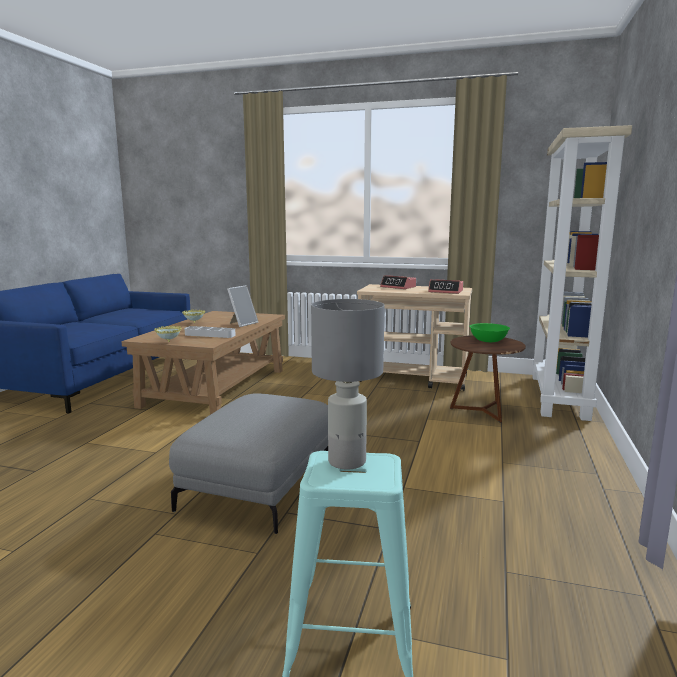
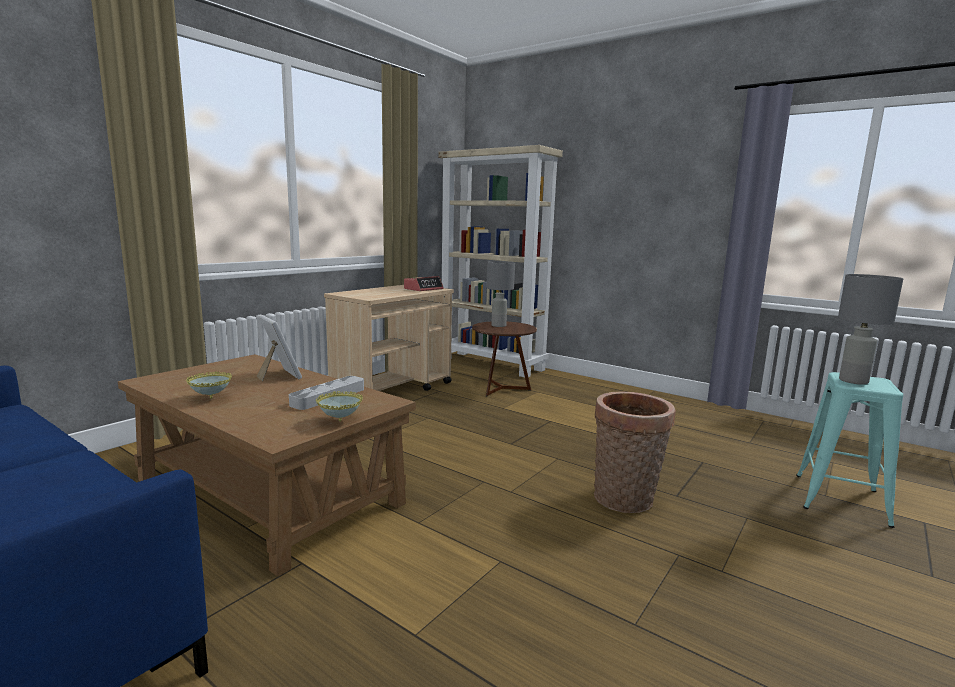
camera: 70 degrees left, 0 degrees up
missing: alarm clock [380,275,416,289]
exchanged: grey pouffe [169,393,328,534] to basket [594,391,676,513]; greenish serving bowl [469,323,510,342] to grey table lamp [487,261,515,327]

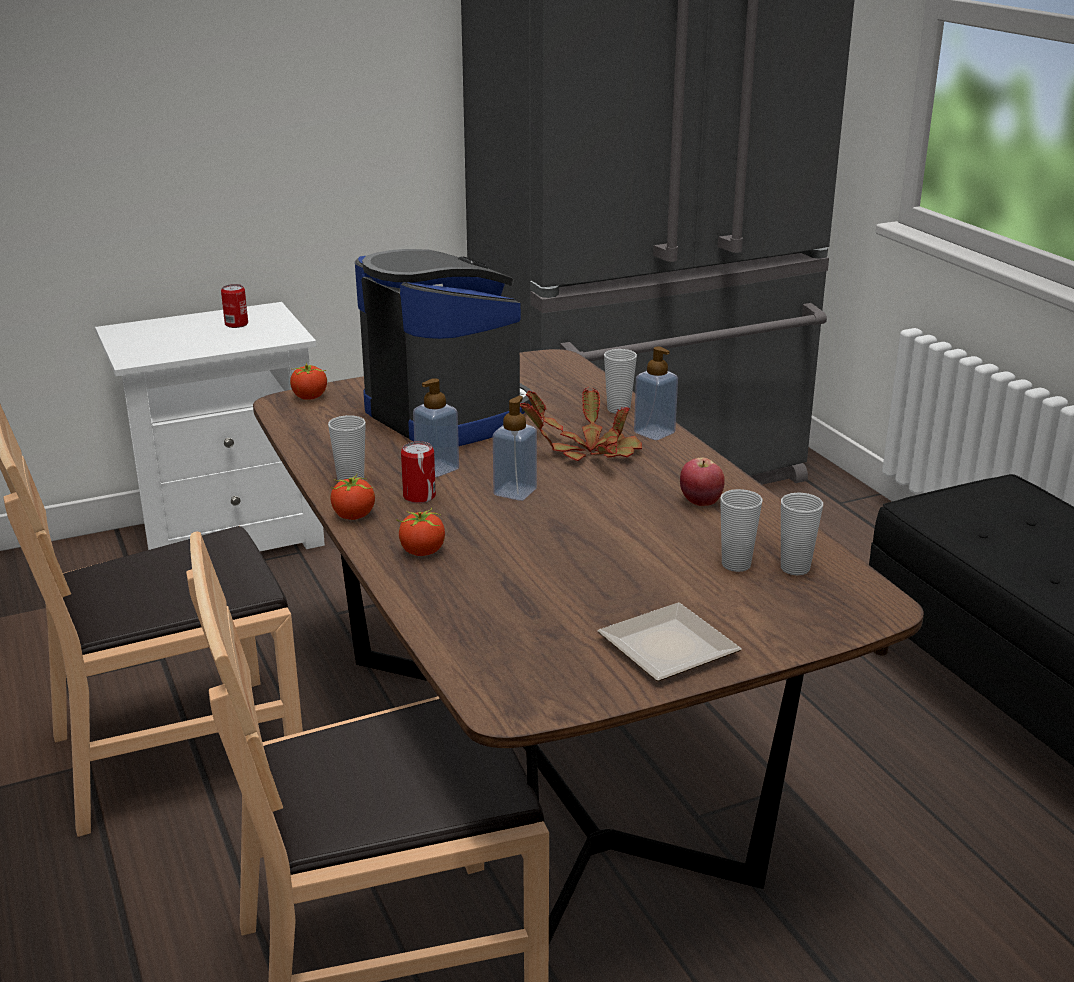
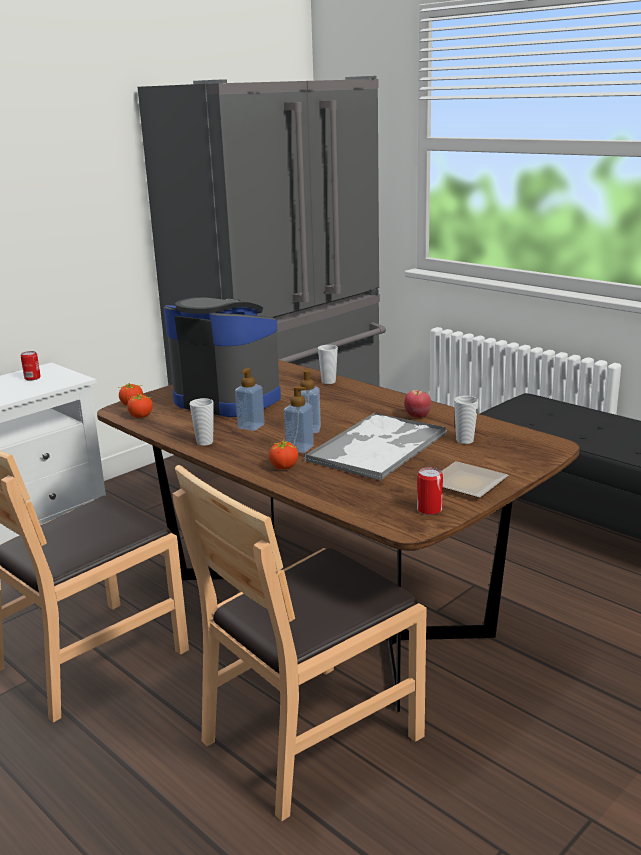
camera: 20 degrees left, 5 degrees down
missing: houseplant [520,387,642,461]; drinking cup [781,492,823,575]
appeared: carrying tray [304,413,446,481]
relocated: tomato [330,474,375,520] to [127,393,153,418]; metal can [401,441,436,503] to [417,467,443,515]; liquid soap bottle [634,347,678,440] to [284,386,314,453]

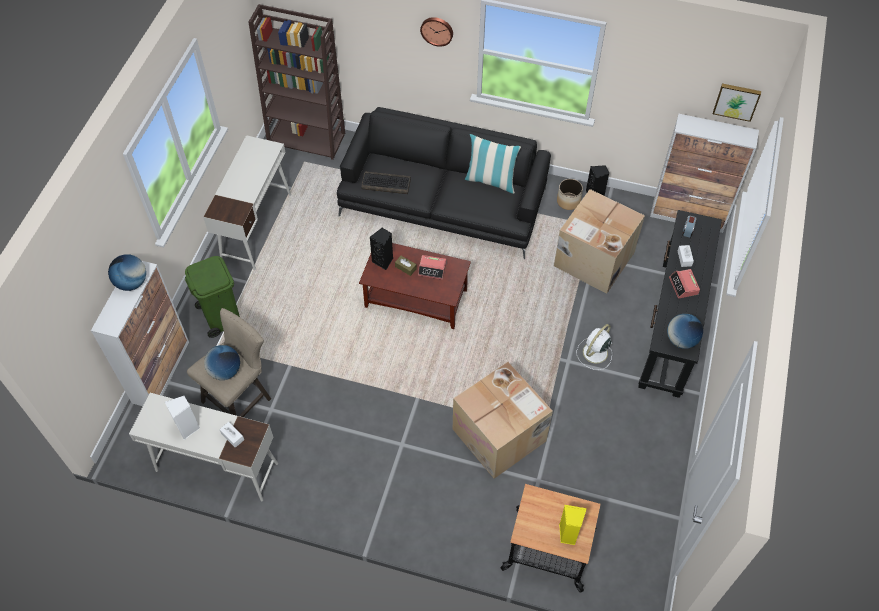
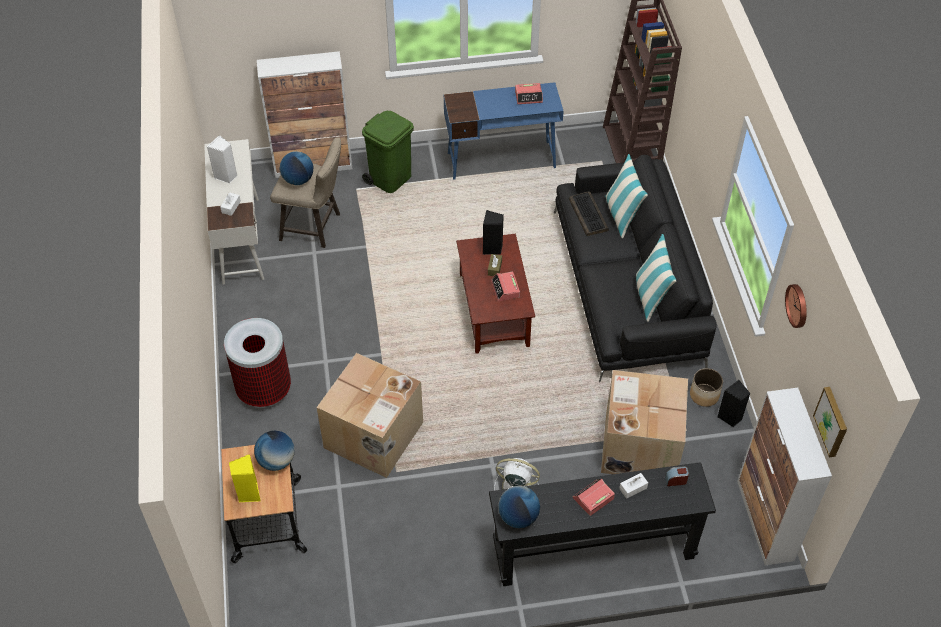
camera: 65 degrees right, 5 degrees down
appeared: rubbish bin [224,318,291,408]; alarm clock [515,83,543,104]; pillow [605,154,648,238]
relocated: desk globe [108,254,146,291] to [254,431,295,471]; hanging clock [420,17,453,47] to [785,284,807,328]
colour: whitish desk table [203,135,291,270] to blue desk table [444,82,564,180]

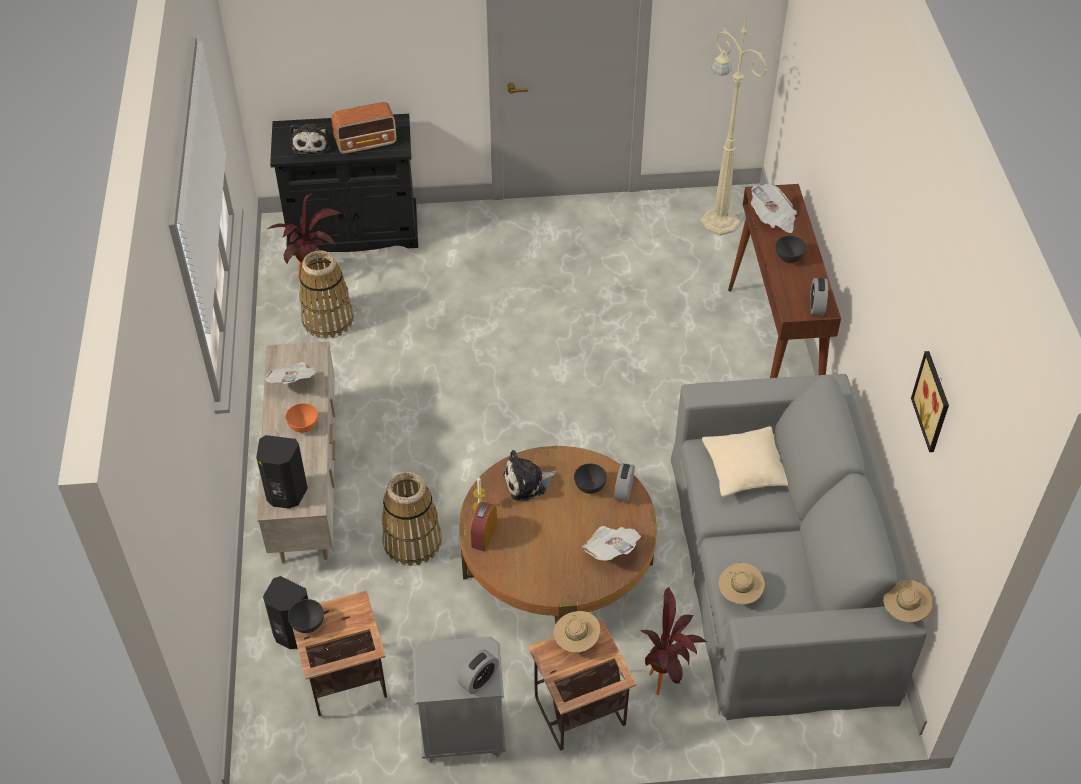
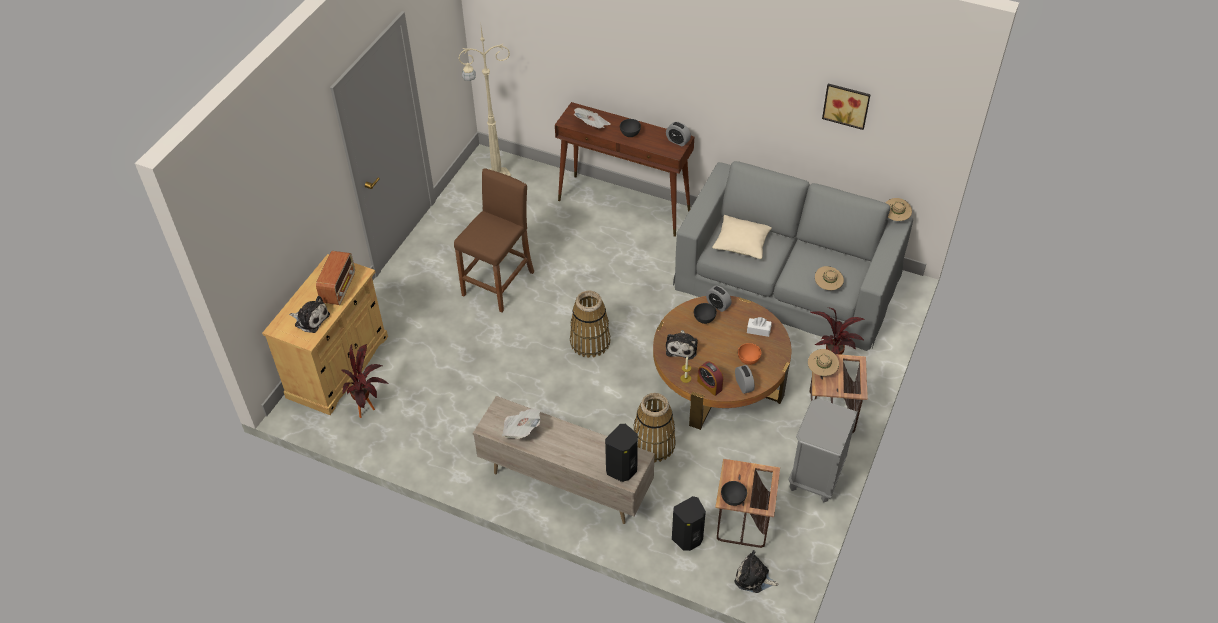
camera: 60 degrees left, 0 degrees up
appeared: brown-coloured stool [454,168,534,313]; soft toy [734,550,779,593]
relocated: orange serving bowl [286,403,318,433] to [738,343,761,365]; basket [300,251,353,339] to [570,291,611,358]; alarm clock [458,649,499,694] to [735,365,755,394]
exchanged: printed paper [582,526,641,561] to whitish tissue box [747,317,772,337]
colour: blackish cabinet [270,114,418,256] to sand-coloured cabinet [262,254,388,415]

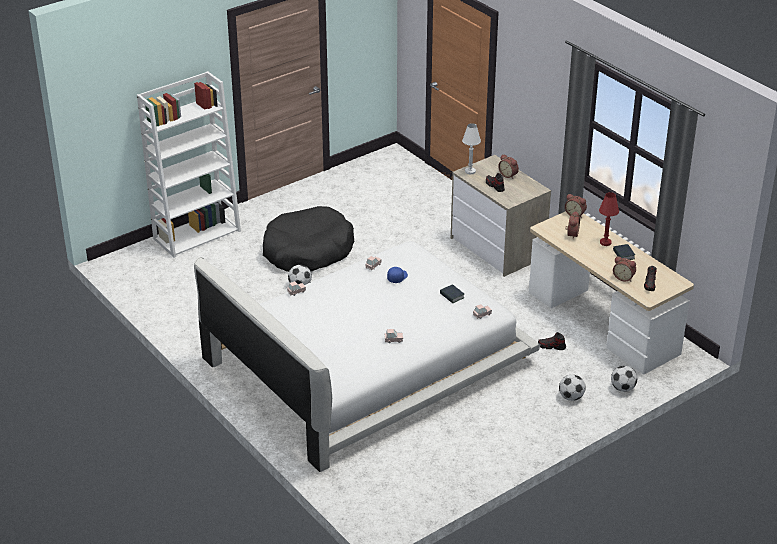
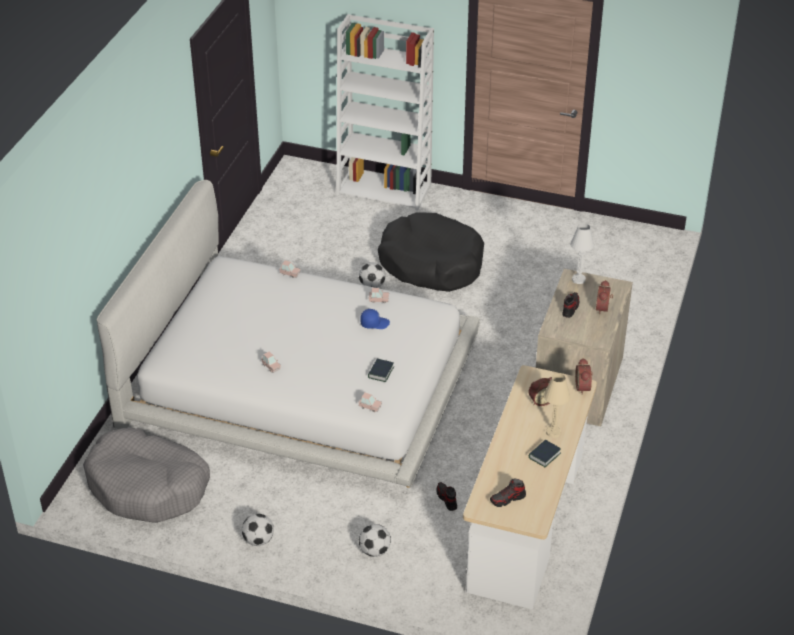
camera: 55 degrees right, 5 degrees up
missing: alarm clock [613,257,636,282]
appeared: grey pet bed [83,428,210,523]
relocated: football ball [611,366,637,392] to [242,514,274,546]
colour: reddish table lamp [599,192,619,246] to sand-coloured table lamp [544,373,570,438]

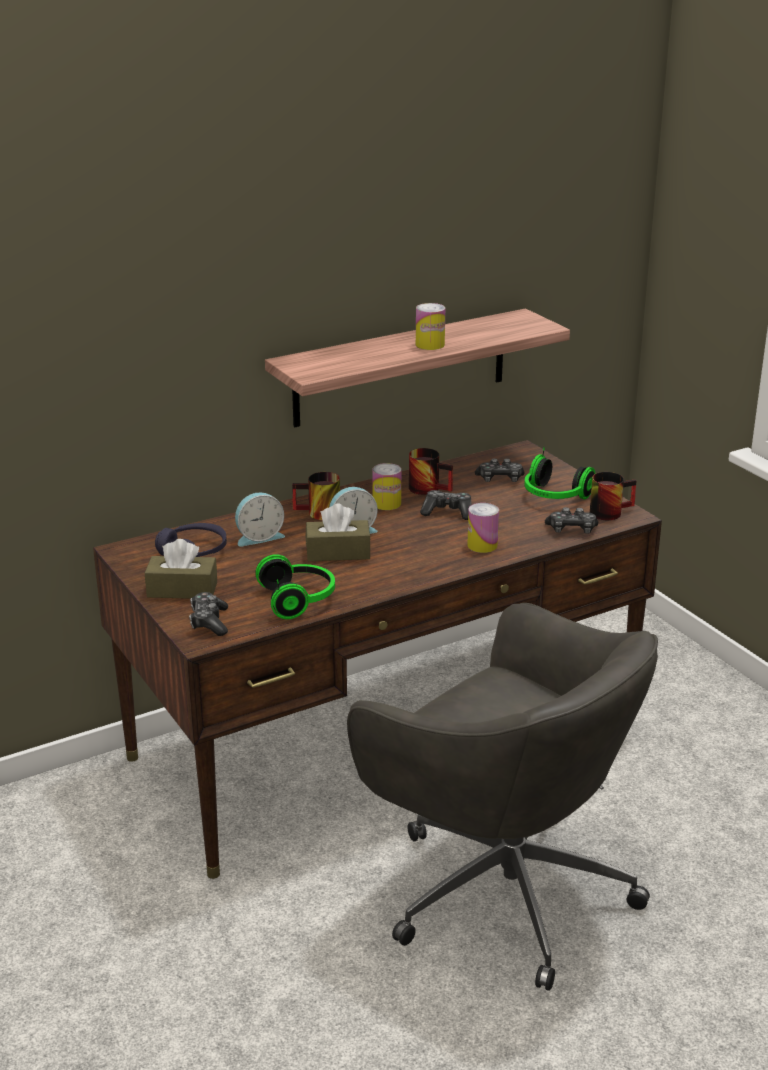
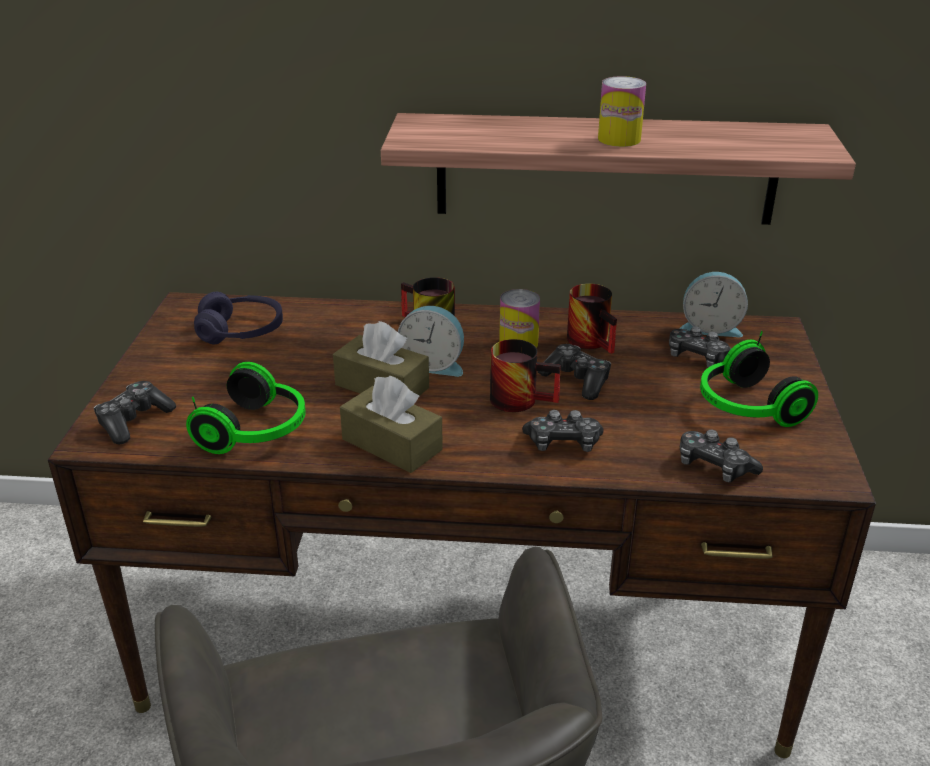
camera: 35 degrees right, 5 degrees up
relocated: brown-coloured tissue box [145,539,217,599] to [340,376,443,473]; alarm clock [235,492,285,547] to [680,272,748,337]; coffee mug [590,472,636,520] to [490,339,561,412]
exchanged: metal can [467,503,499,553] to joypad [522,410,603,452]

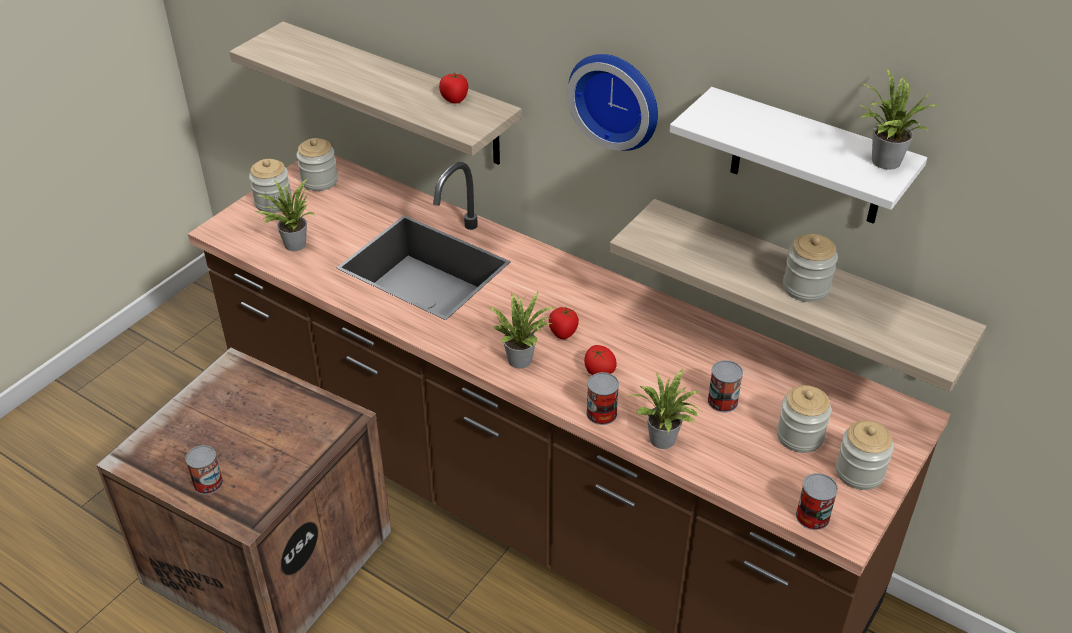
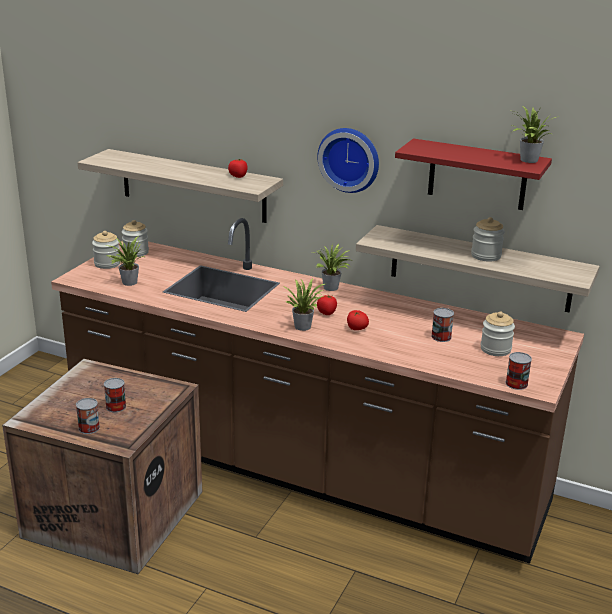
camera: 10 degrees left, 15 degrees down
missing: preserve jar [836,420,894,490]
relocated: metal can [586,372,619,425] to [104,378,126,412]; houseplant [629,369,704,449] to [316,244,354,291]
colour: whitish bracket shelf [670,87,927,224] to reddish bracket shelf [395,139,552,210]

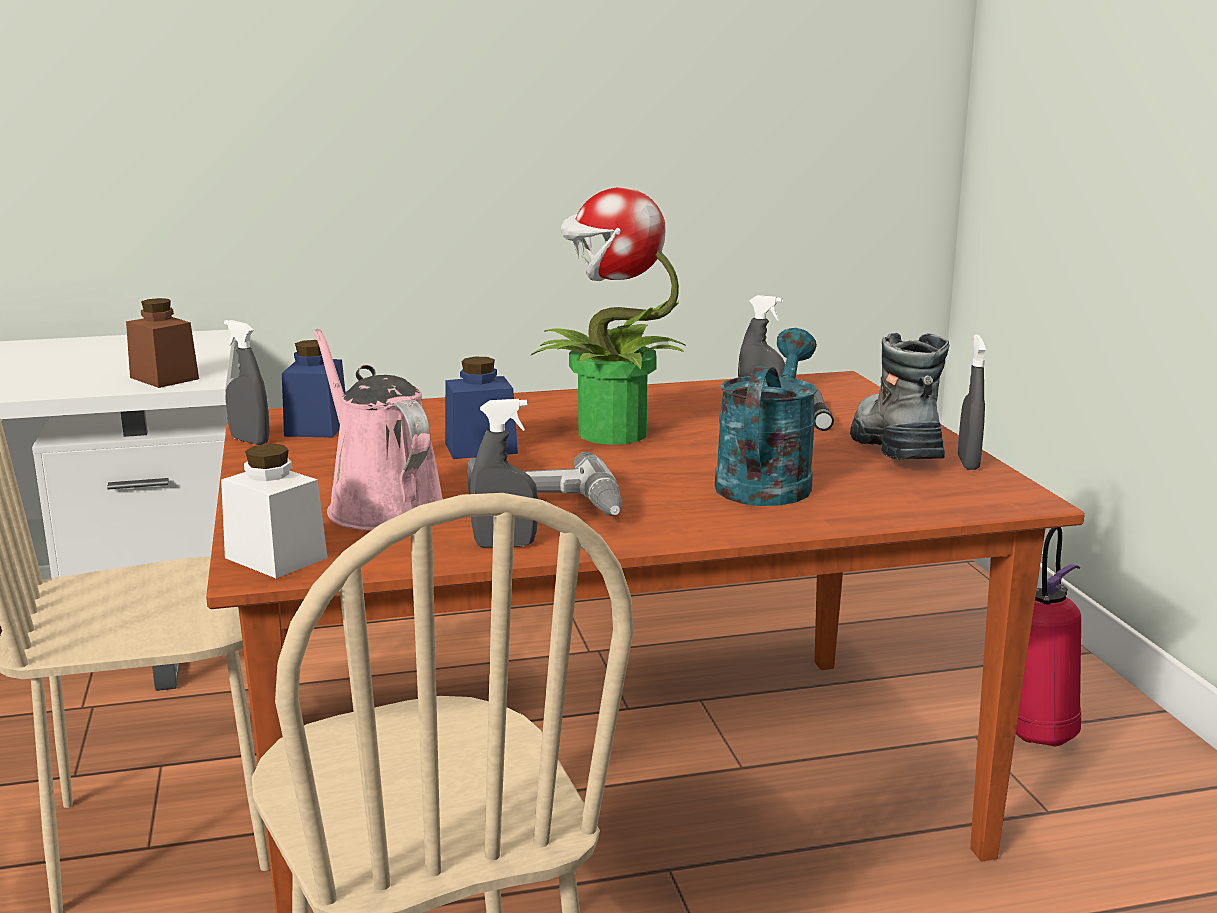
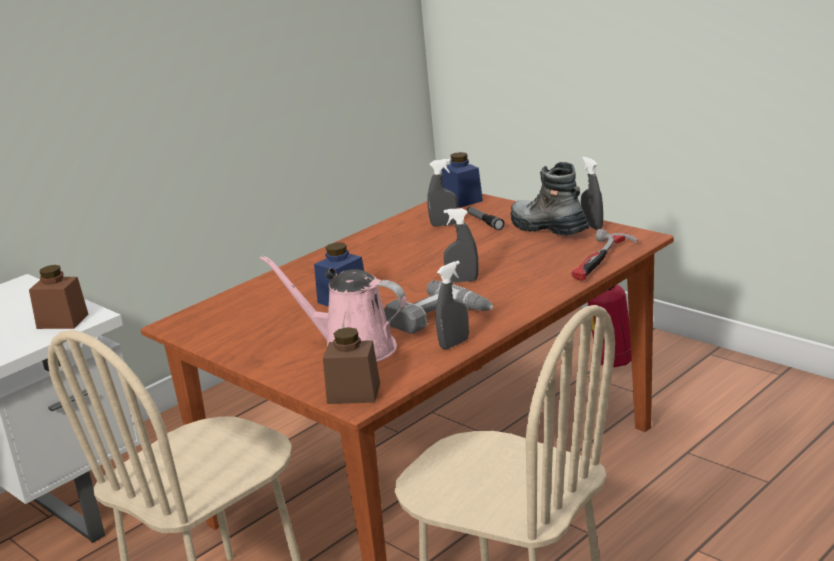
camera: 30 degrees left, 5 degrees up
missing: houseplant [530,187,686,445]; turquoise sprinkling can [715,328,818,506]
appeared: hammer [571,229,638,281]
relocated: grey hand sprayer [224,320,270,445] to [444,208,479,282]; blue preserve jar [282,340,345,437] to [442,152,483,208]
colour: whitish preserve jar [221,444,328,578] to brown-coloured preserve jar [323,327,380,404]

